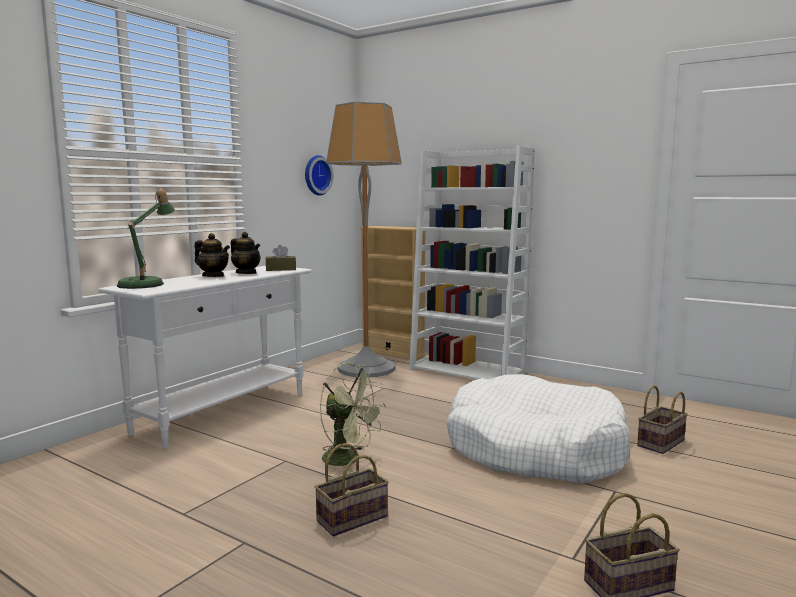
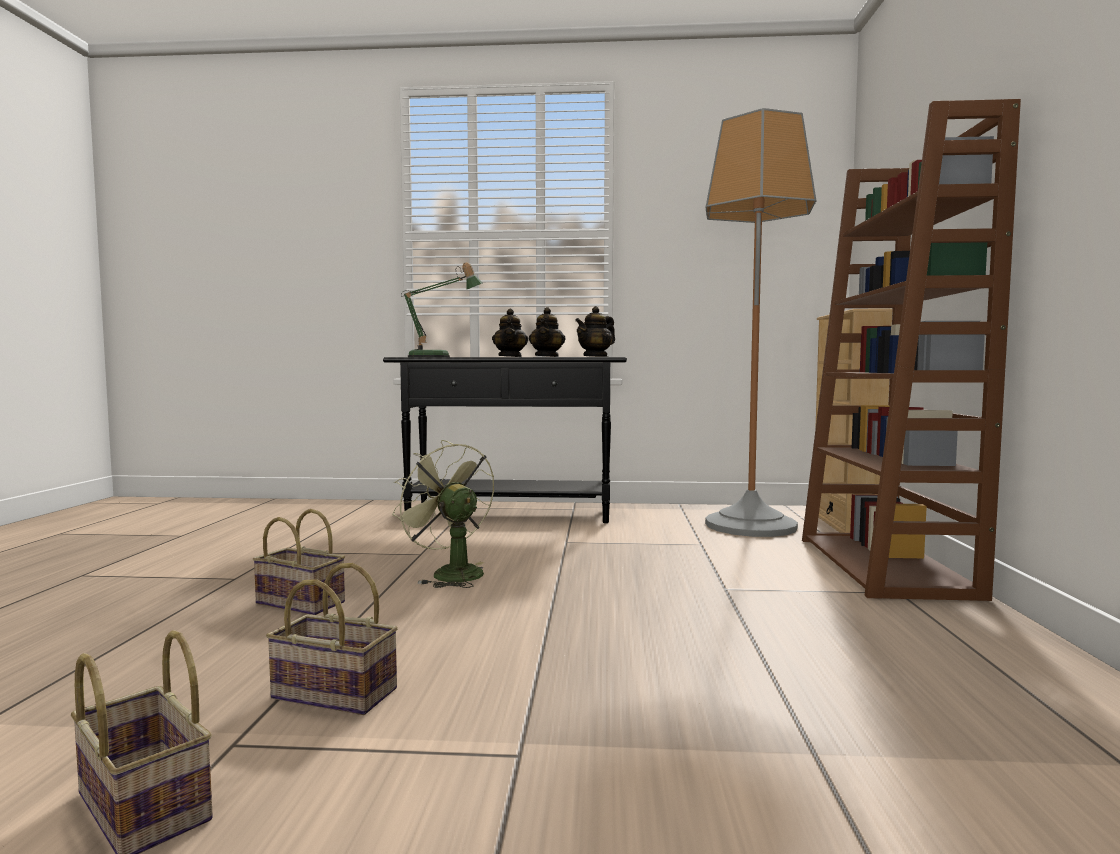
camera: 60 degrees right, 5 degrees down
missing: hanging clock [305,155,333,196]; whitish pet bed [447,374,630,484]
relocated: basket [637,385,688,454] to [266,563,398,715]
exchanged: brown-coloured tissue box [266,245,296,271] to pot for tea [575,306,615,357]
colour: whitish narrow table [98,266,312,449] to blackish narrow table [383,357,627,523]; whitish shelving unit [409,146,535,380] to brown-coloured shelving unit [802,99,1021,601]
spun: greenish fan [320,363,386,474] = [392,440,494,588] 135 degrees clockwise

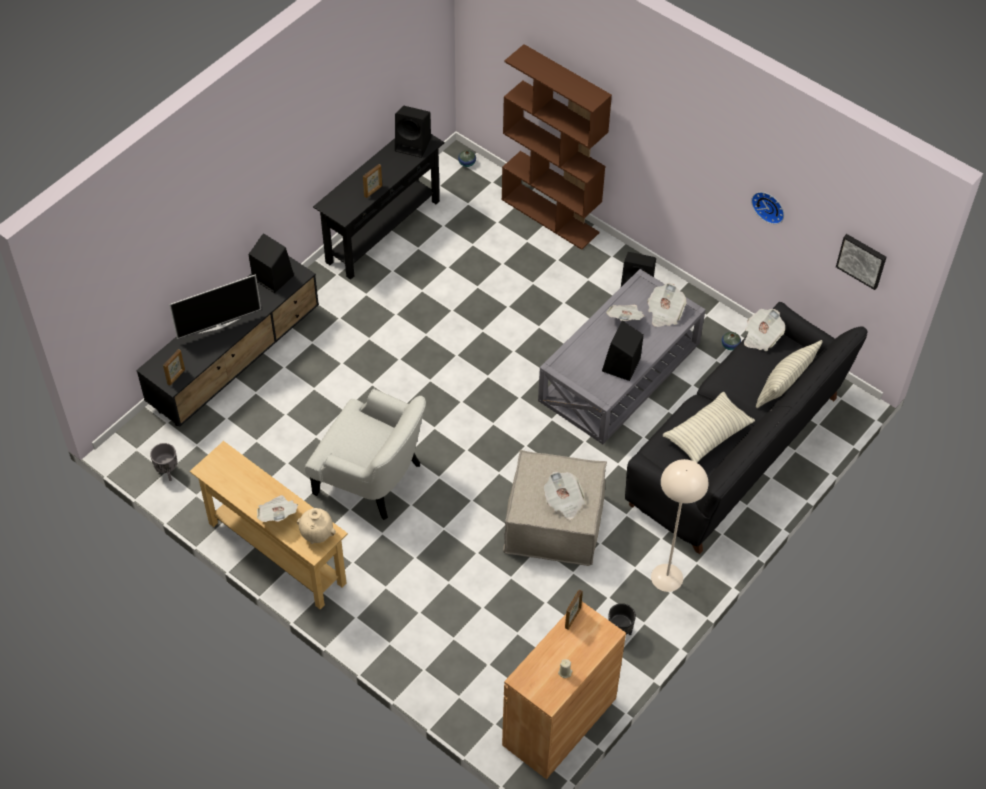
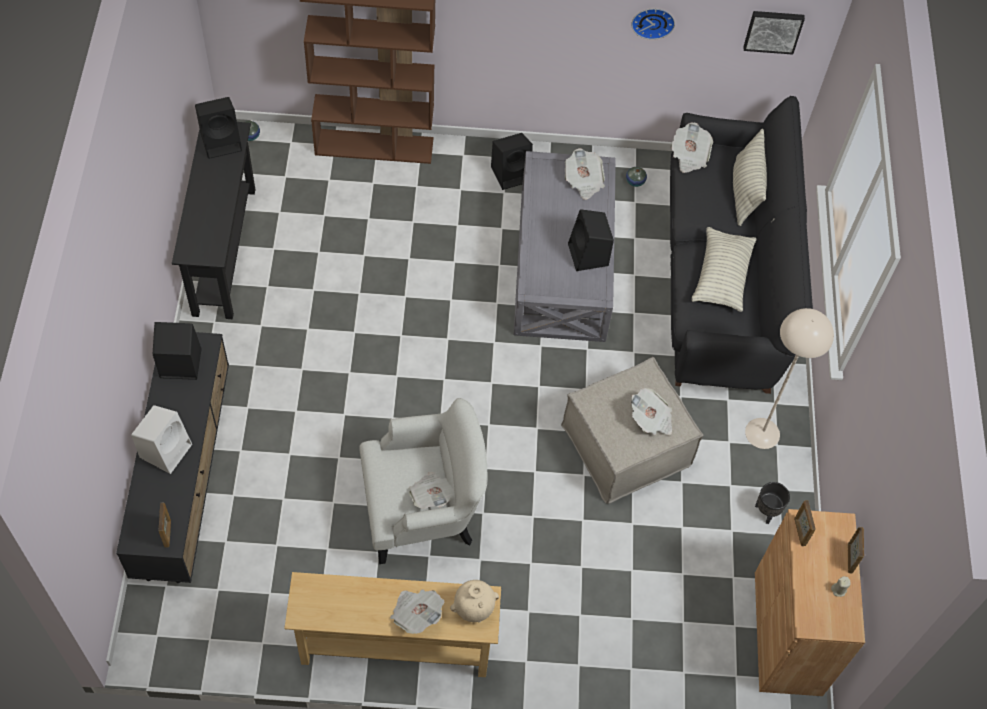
camera: 40 degrees left, 5 degrees up
missing: grey plant pot [150,443,177,481]
relocated: standing frame [363,164,382,198] to [848,527,864,574]; printed paper [606,305,645,321] to [408,472,455,509]
exchanged: television [169,274,261,339] to whitish audio speaker [131,405,192,474]

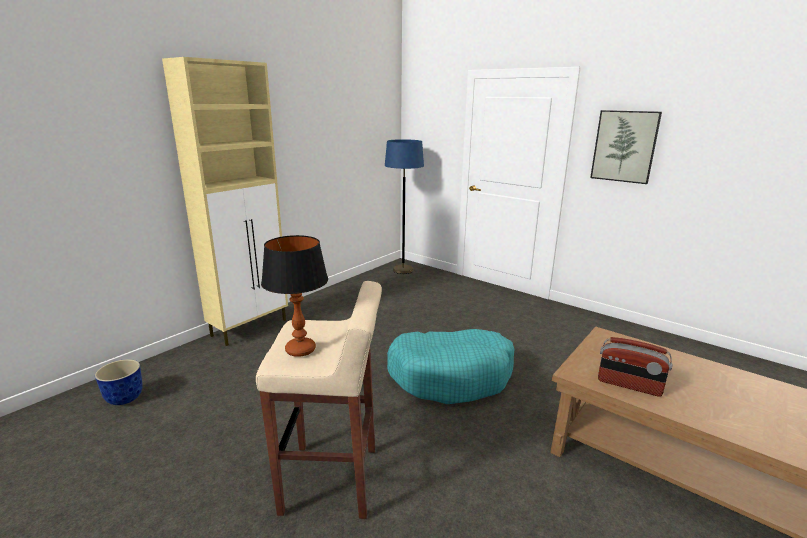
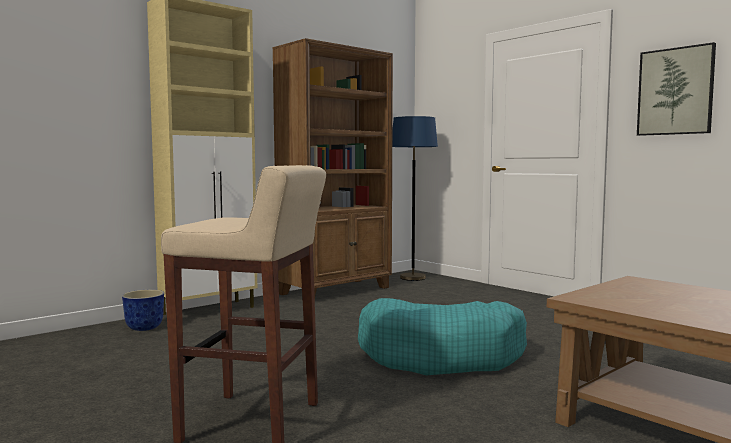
camera: 10 degrees right, 15 degrees down
missing: table lamp [261,235,328,357]; radio set [598,337,672,397]
appeared: brown-coloured shelving unit [272,38,393,295]
relocated: plant pot [95,359,143,405] to [122,290,164,331]

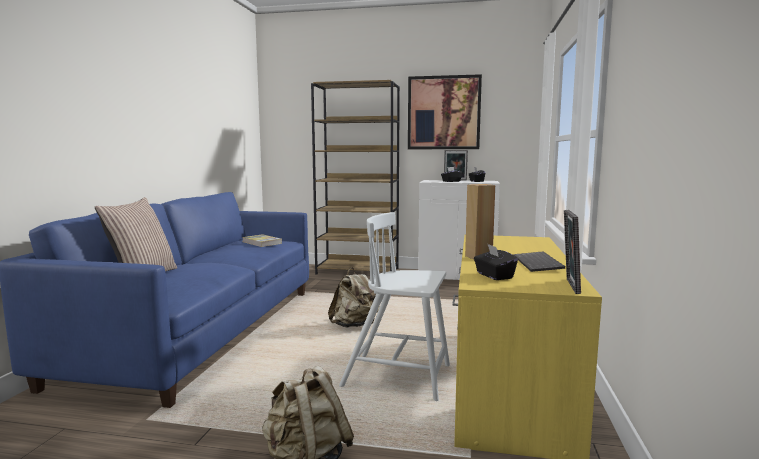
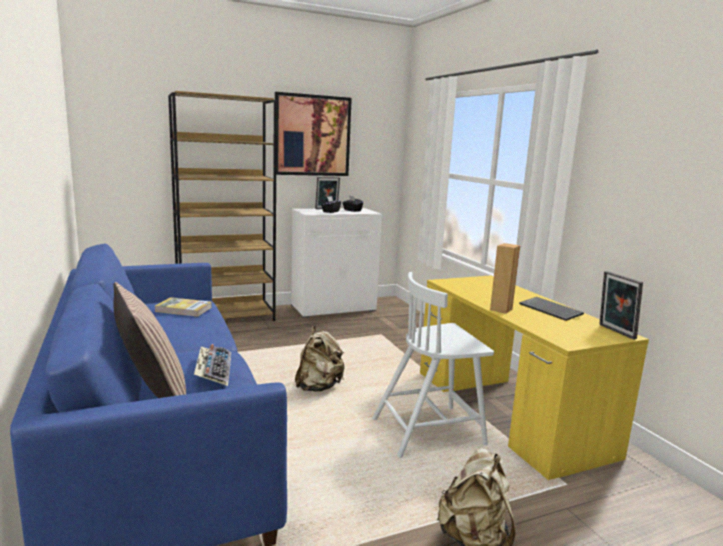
camera: 35 degrees left, 5 degrees up
missing: blackish tissue box [474,244,518,280]
appeared: keyboard [194,344,231,386]

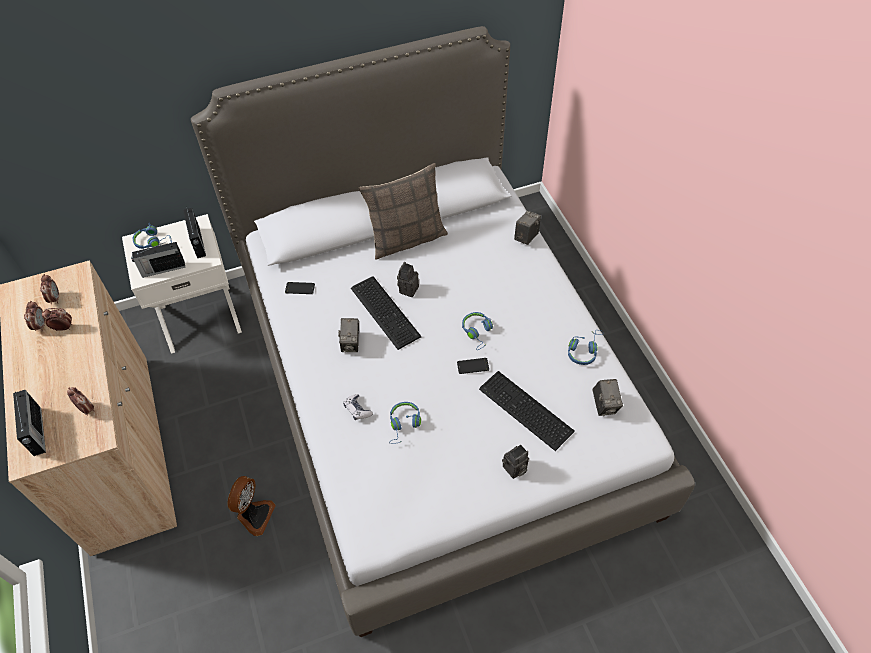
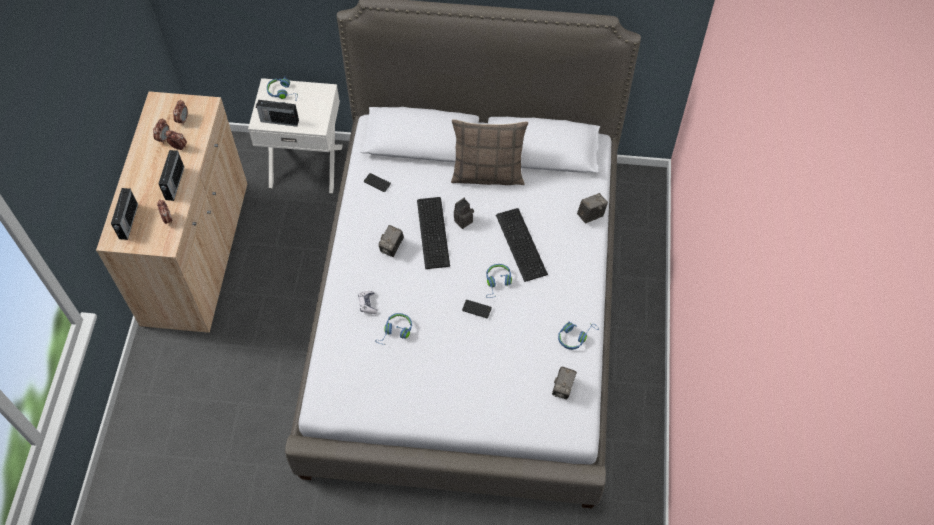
camera: 25 degrees right, 5 degrees up
missing: fan [227,476,276,536]; photo camera [502,445,529,479]
relocated: radio set [183,207,206,258] to [158,150,184,201]; keyboard [479,371,575,451] to [496,208,548,282]

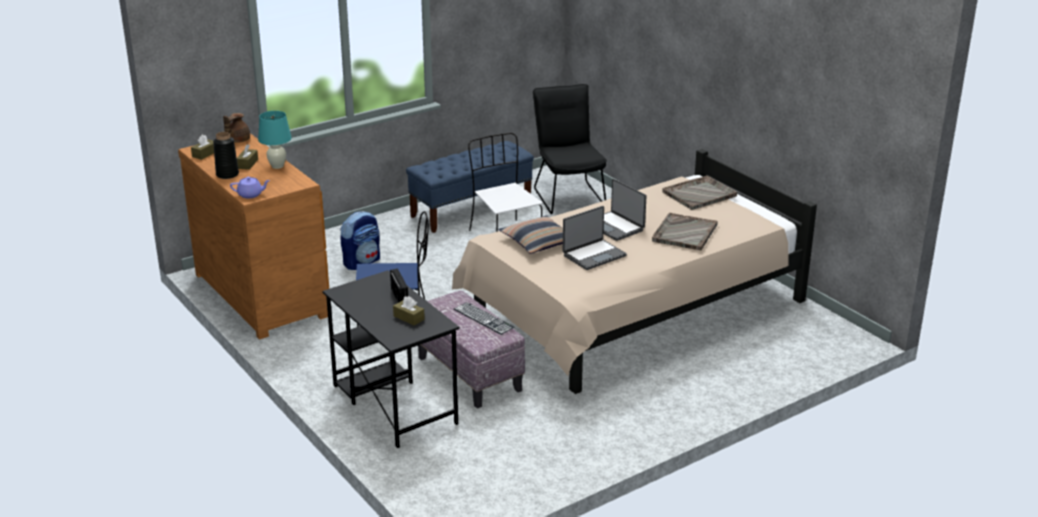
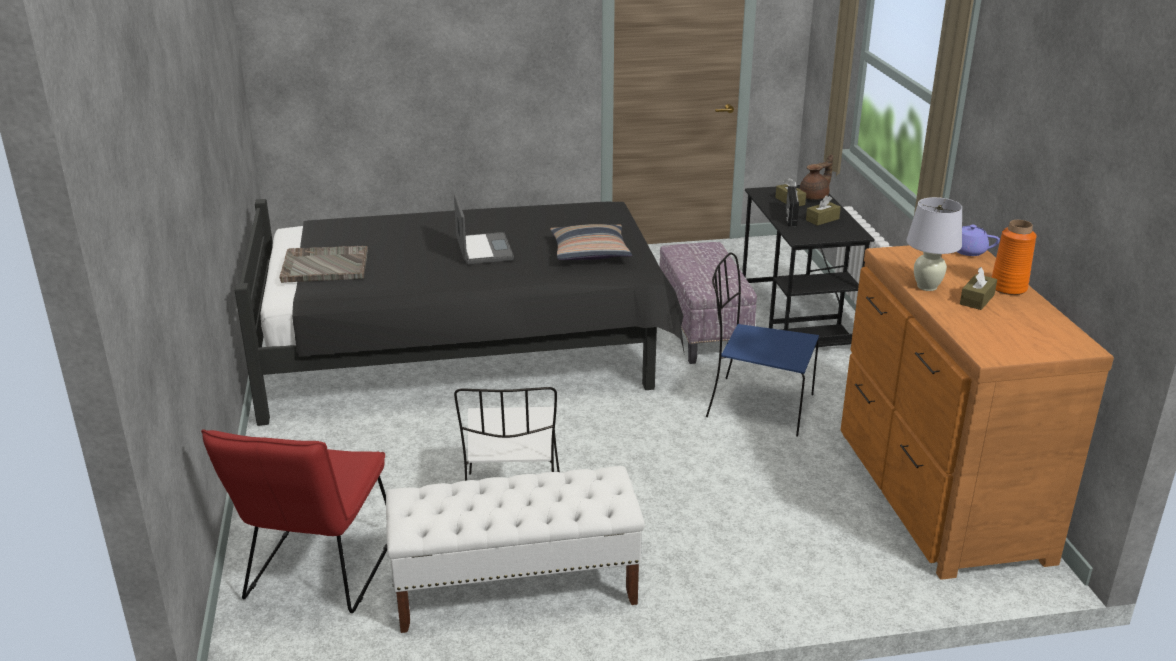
camera: 155 degrees left, 0 degrees up
missing: backpack [340,211,380,270]; keyboard [454,302,515,335]; notebook computer [563,206,627,270]; grey carrying tray [652,213,718,251]
relocated: brown-coloured tissue box [191,134,214,160] to [806,195,841,226]; brown-coloured pot for tea [223,113,250,143] to [800,154,833,200]
colour: blackish decorative vase [213,132,239,179] to orange decorative vase [991,220,1037,295]; turquoise table lamp [258,111,292,169] to whitish table lamp [907,197,962,291]; blue long seat [406,141,534,233] to whitish long seat [386,466,645,633]; sand-coloured bedroom bed [452,149,817,394] to blackish bedroom bed [235,199,684,426]; blackish upright chair [533,84,607,214] to reddish upright chair [201,429,387,613]

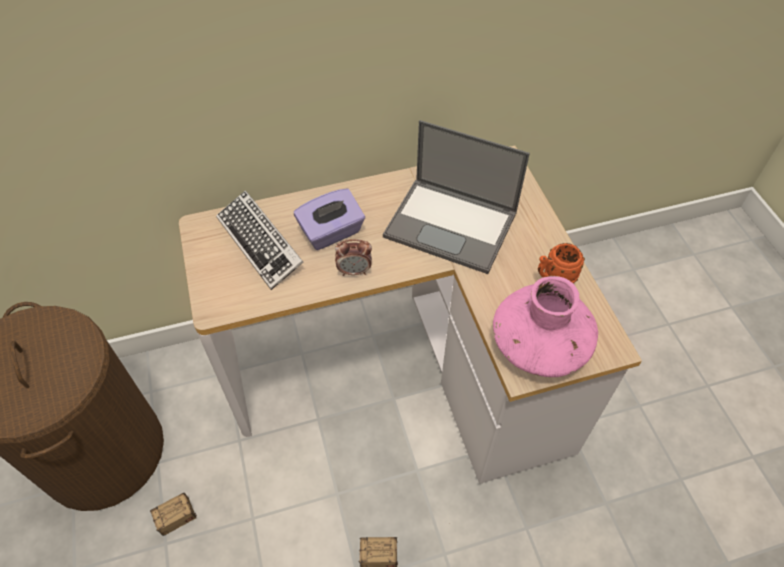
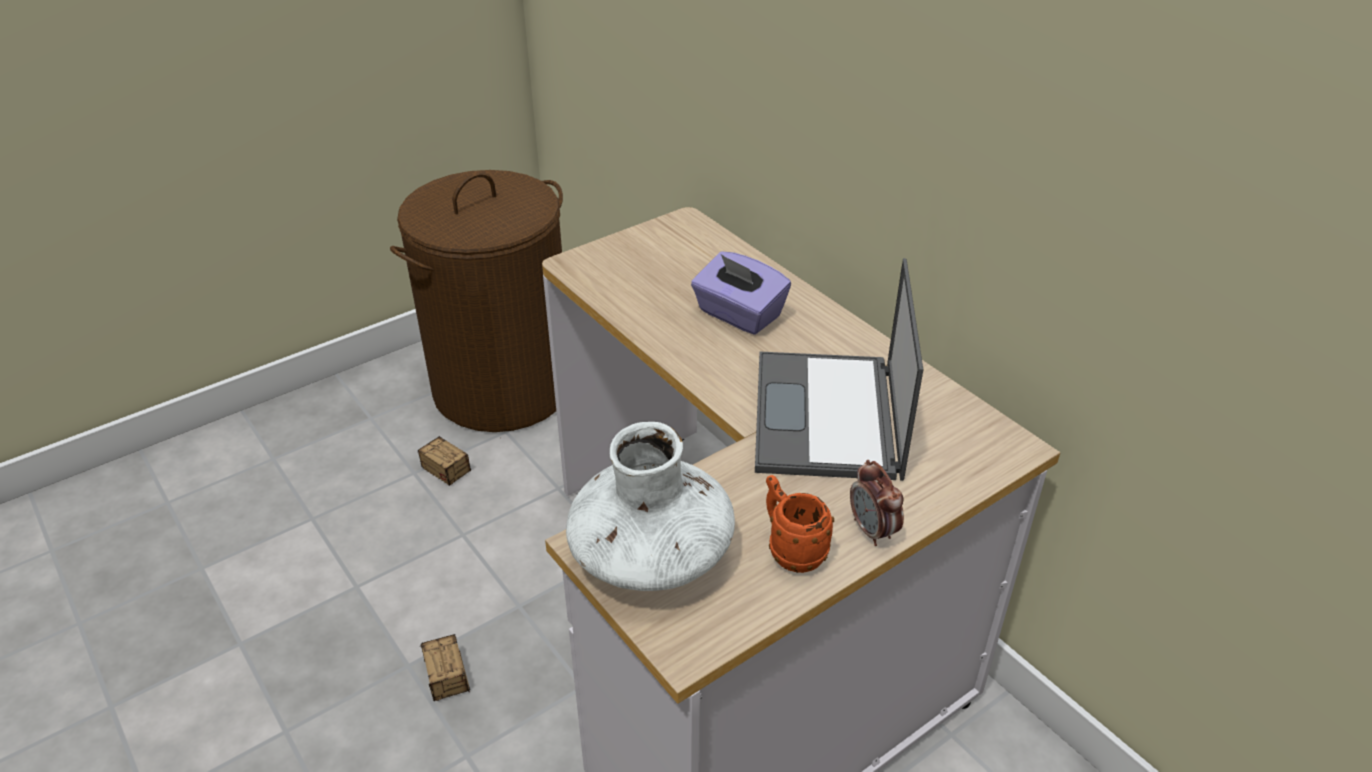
camera: 70 degrees right, 15 degrees down
missing: keyboard [216,190,303,290]
relocated: alarm clock [335,239,372,276] to [850,460,904,546]
colour: pinkish decorative vase [493,276,598,377] to whitish decorative vase [566,422,735,591]

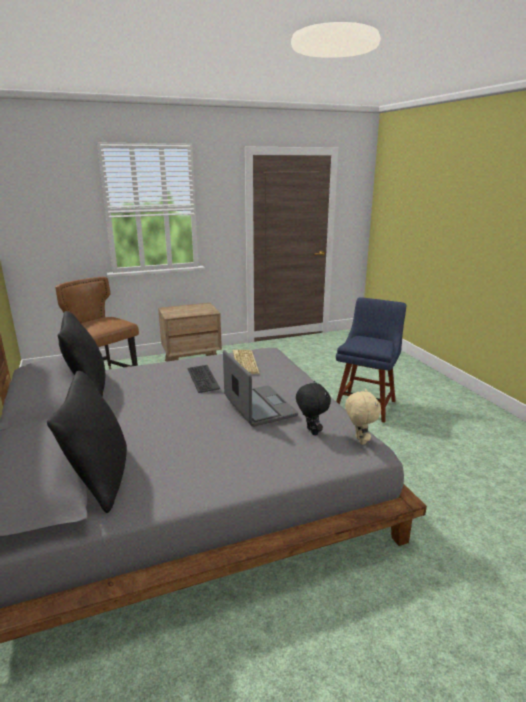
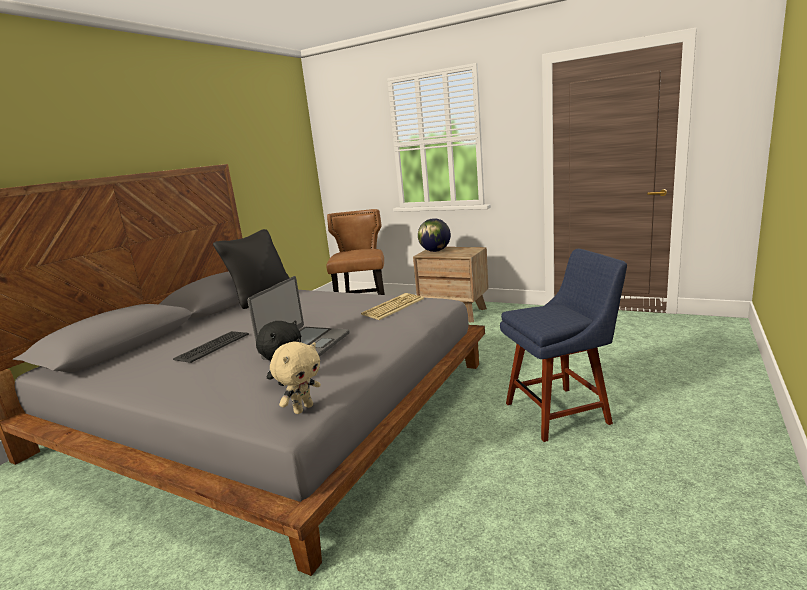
camera: 50 degrees right, 5 degrees down
missing: blackish pillow [47,371,127,513]
appeared: desk globe [418,218,451,252]
relocated: keyboard [188,365,220,393] to [173,331,249,363]

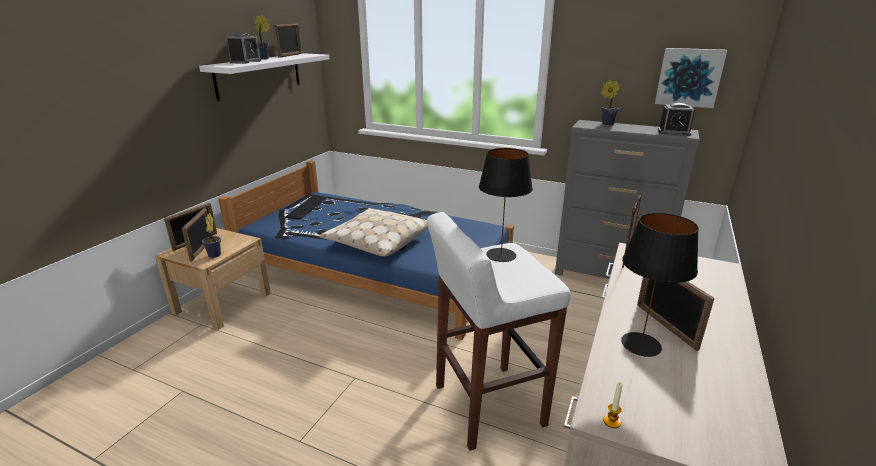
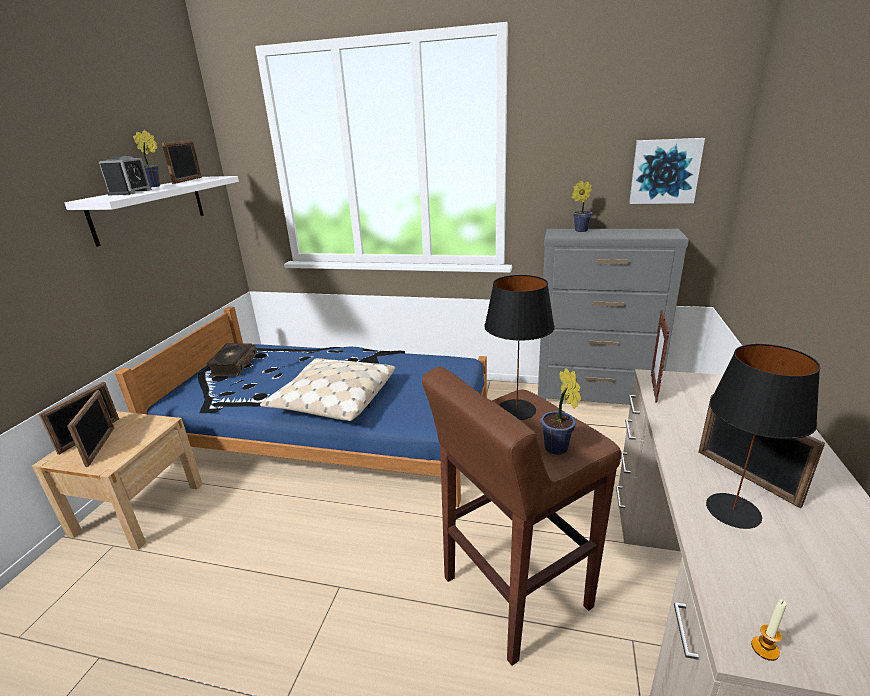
camera: 10 degrees left, 0 degrees up
missing: alarm clock [658,103,695,136]
relocated: houseplant [202,213,221,258] to [541,368,581,455]
exchanged: keyboard [285,196,327,219] to book [206,343,257,377]
colour: whitish stool [427,212,571,451] to brown-coloured stool [422,366,621,666]

